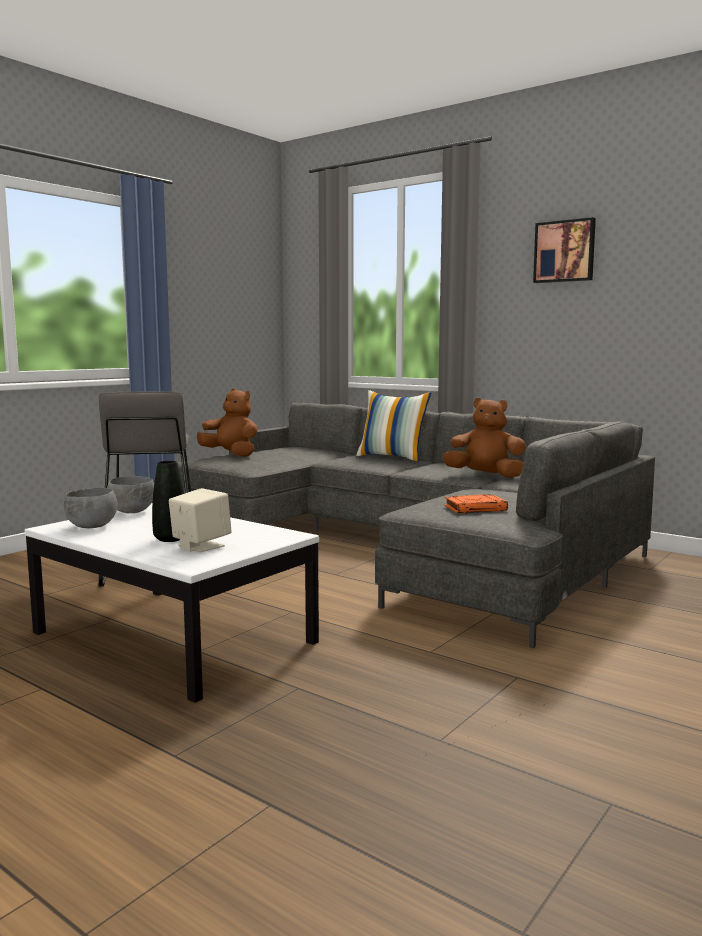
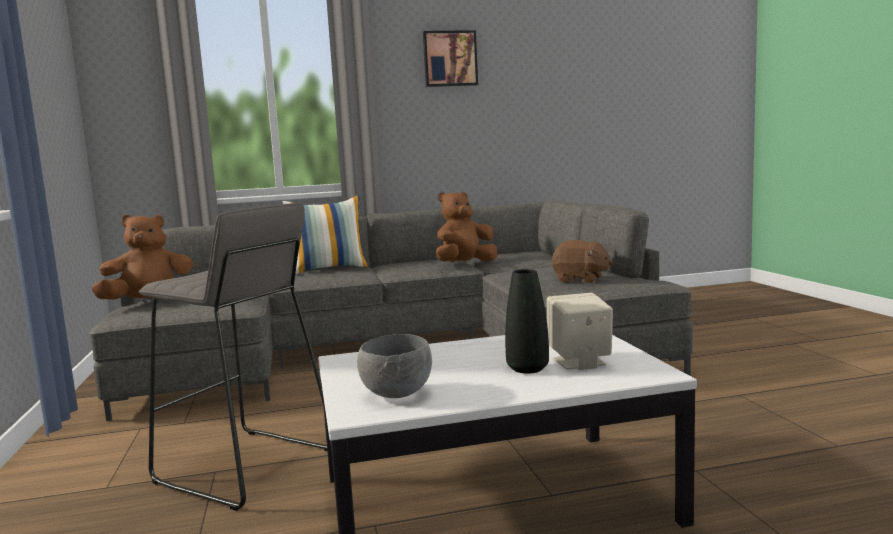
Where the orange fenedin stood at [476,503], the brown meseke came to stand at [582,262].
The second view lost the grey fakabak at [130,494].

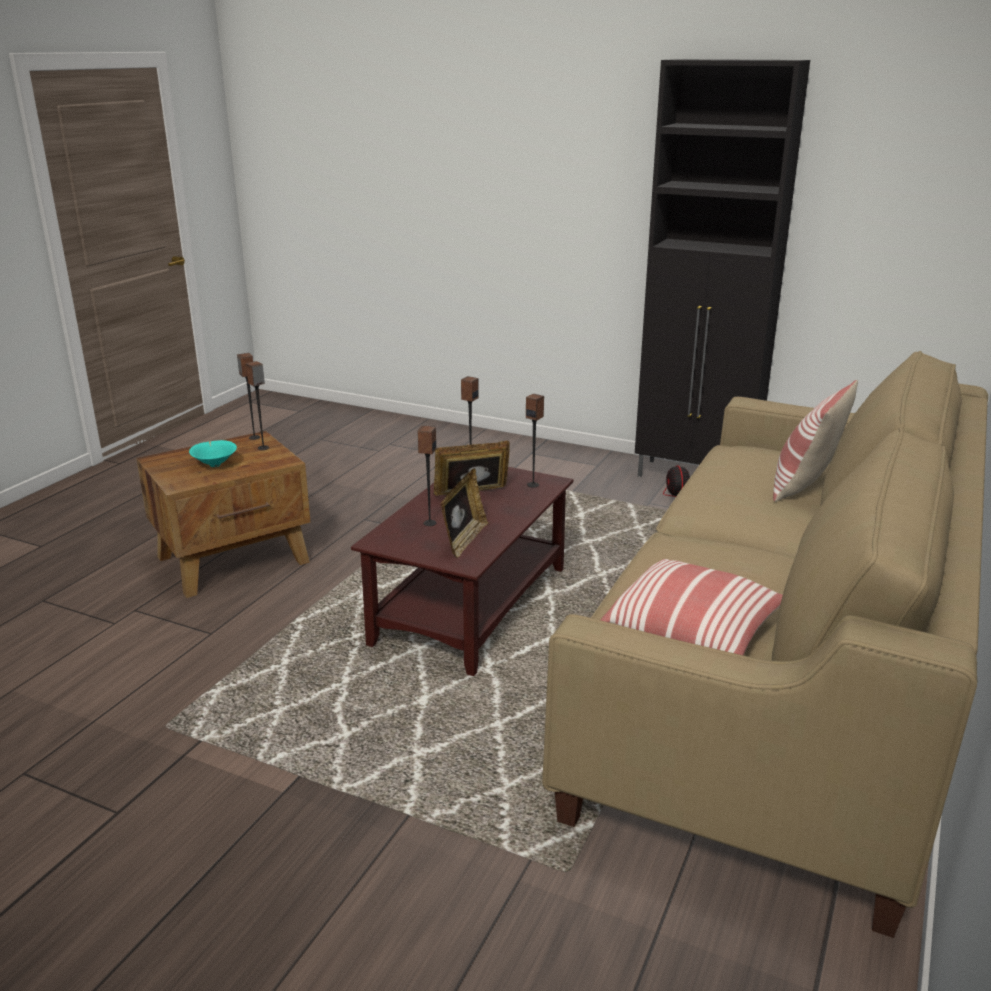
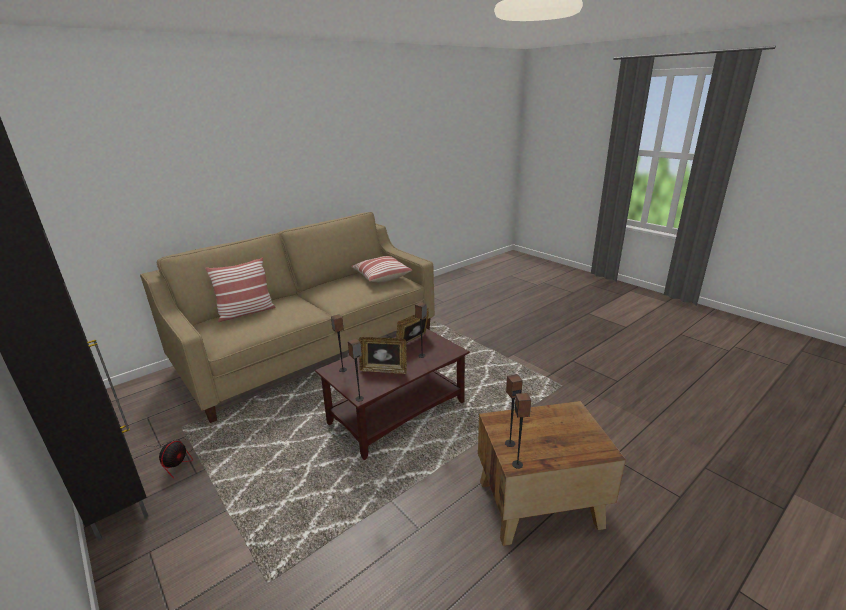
The second view lost the turquoise fakabak at [213,453].

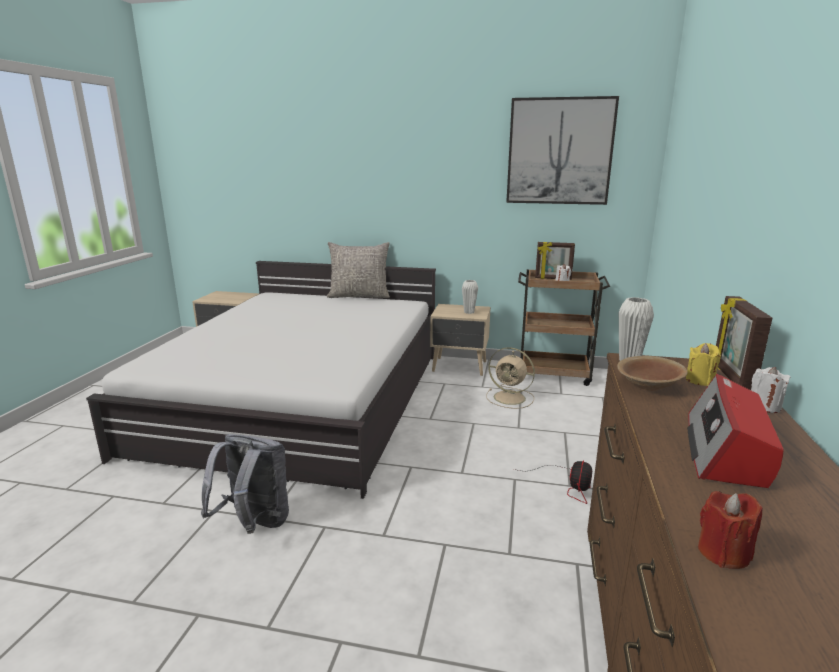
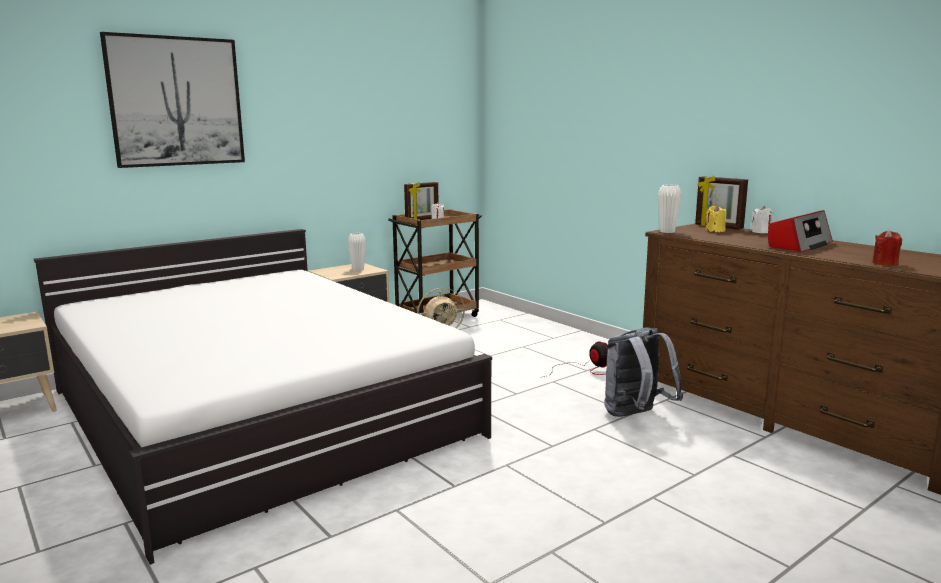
The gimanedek ended up elsewhere, having gone from [562,150] to [172,100].
The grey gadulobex ended up elsewhere, having gone from [245,484] to [643,372].
The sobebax at [735,431] ended up facing another way, 105 degrees counterclockwise from before.
The second view lost the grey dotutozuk at [358,270].
The second view lost the brown fakabak at [652,373].

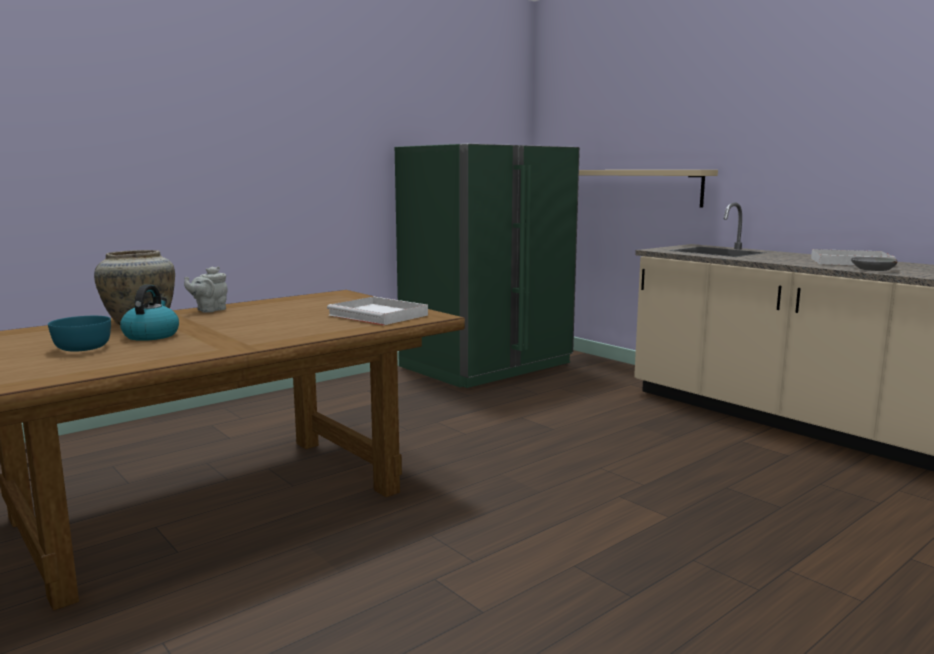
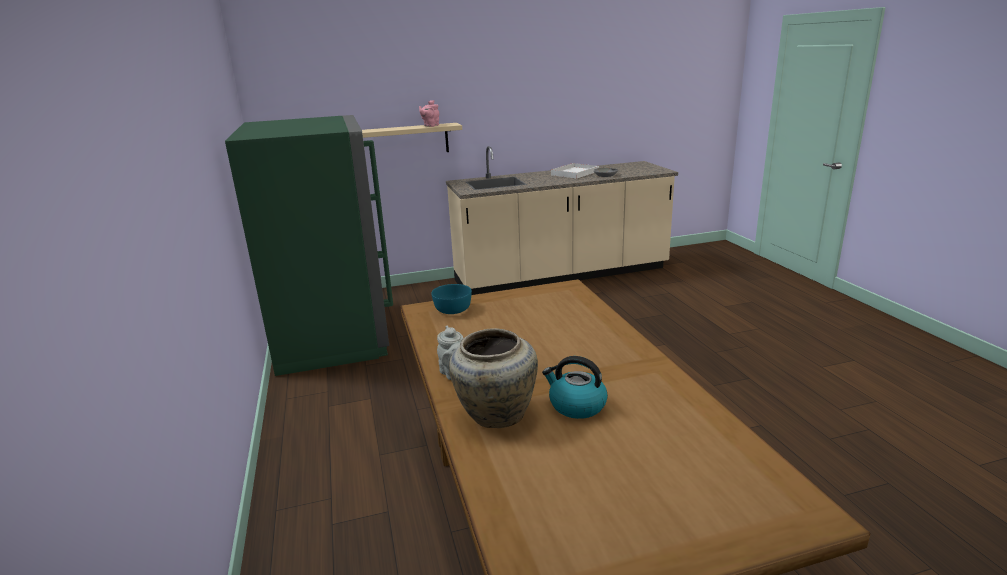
The second view gained the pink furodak at [429,113].
The turquoise fakabak ended up elsewhere, having gone from [79,334] to [451,299].
The second view lost the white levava at [377,311].

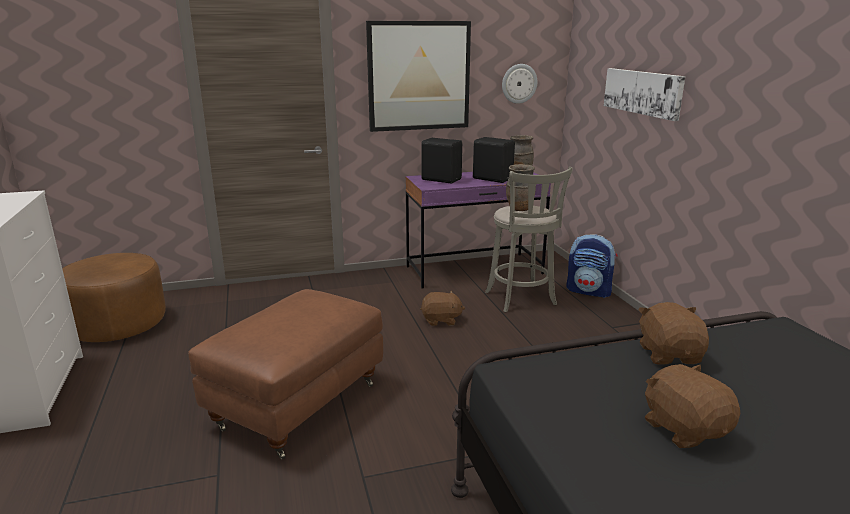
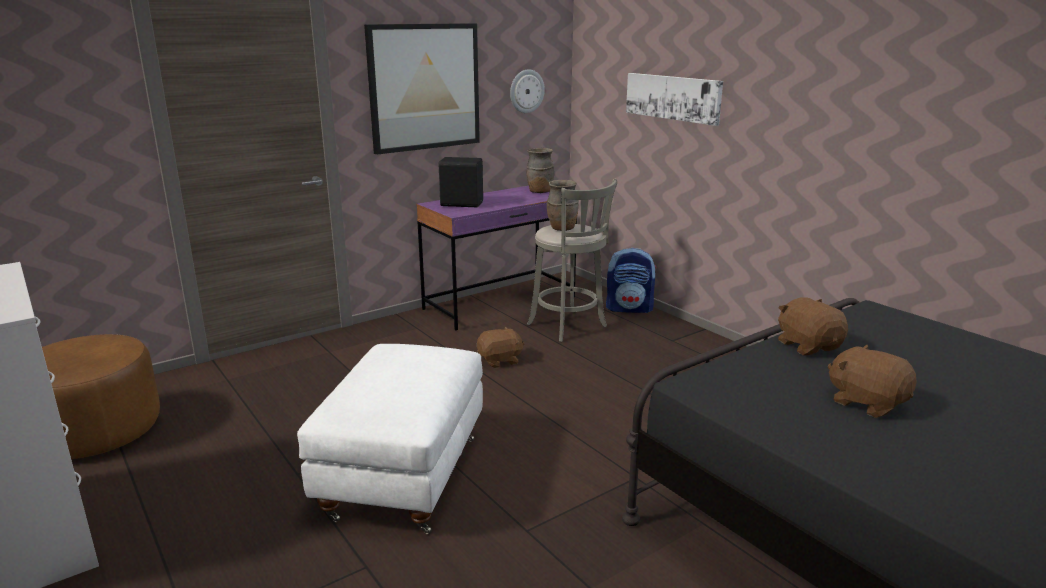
What was the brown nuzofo at [285,374] turned into the white nuzofo at [390,439].
The second view lost the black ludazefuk at [494,160].

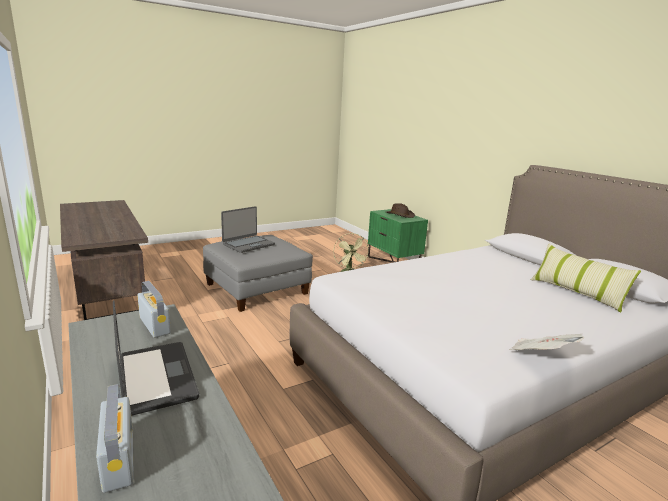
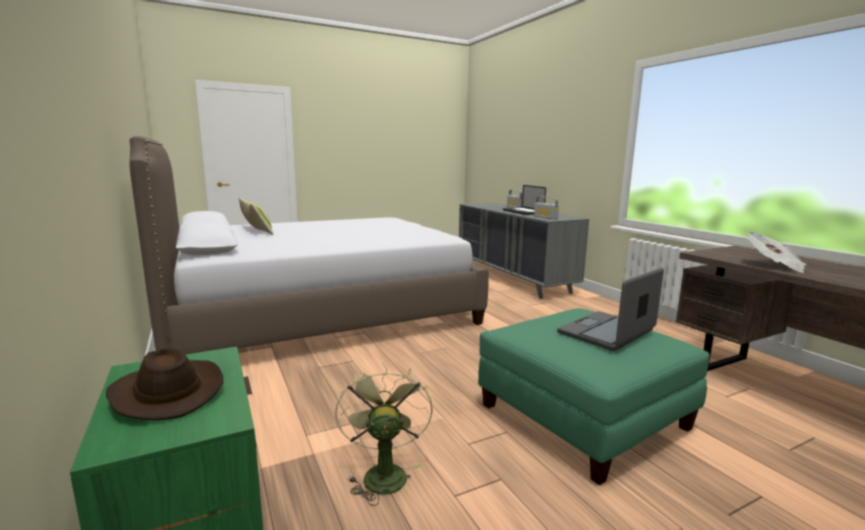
What was the grey nuzofo at [258,273] turned into the green nuzofo at [594,396].
The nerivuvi ended up elsewhere, having gone from [546,342] to [776,252].

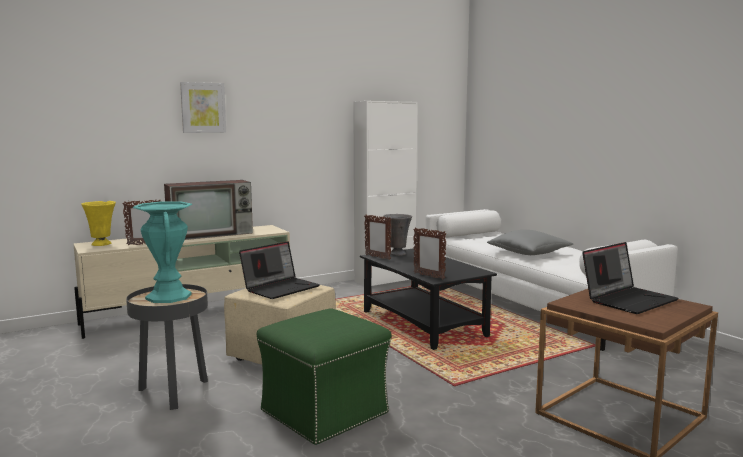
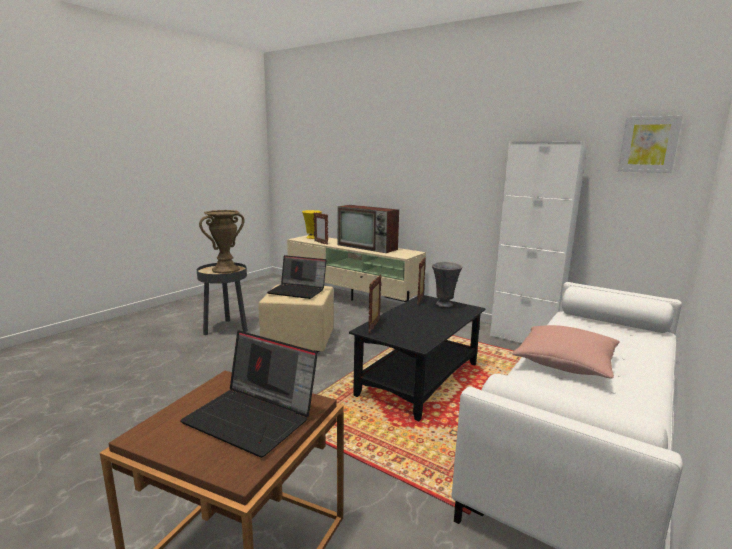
What was the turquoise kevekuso at [162,252] turned into the brown kevekuso at [221,242].
What was the grey dotutozuk at [530,242] turned into the pink dotutozuk at [566,352].
The gimanedek ended up elsewhere, having gone from [203,107] to [650,144].
The second view lost the green nuzofo at [324,377].

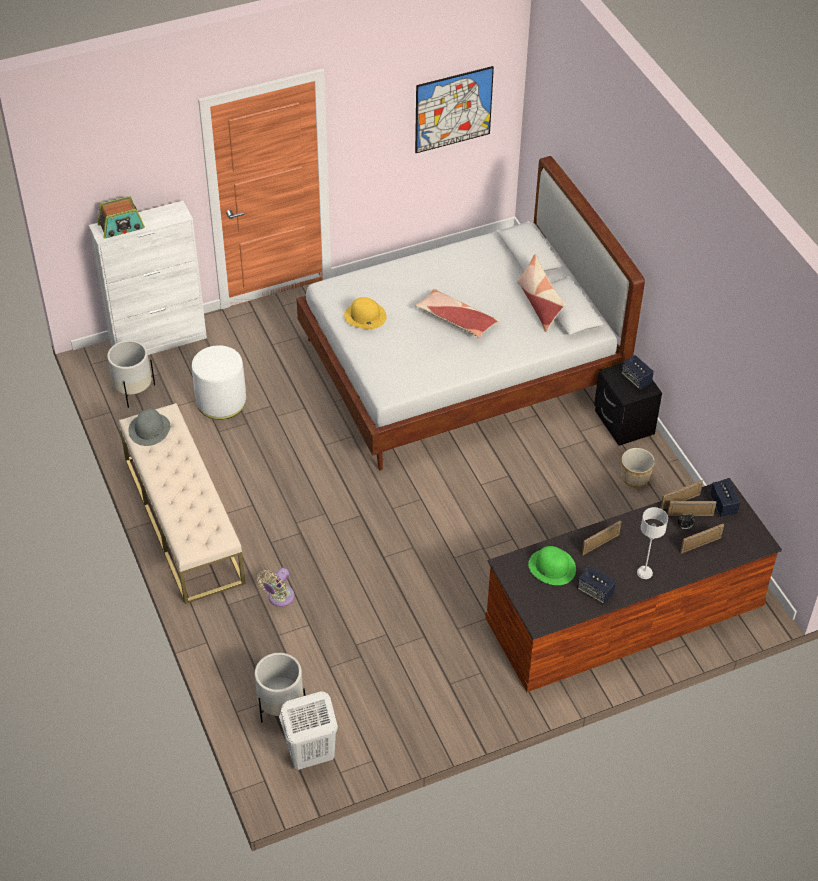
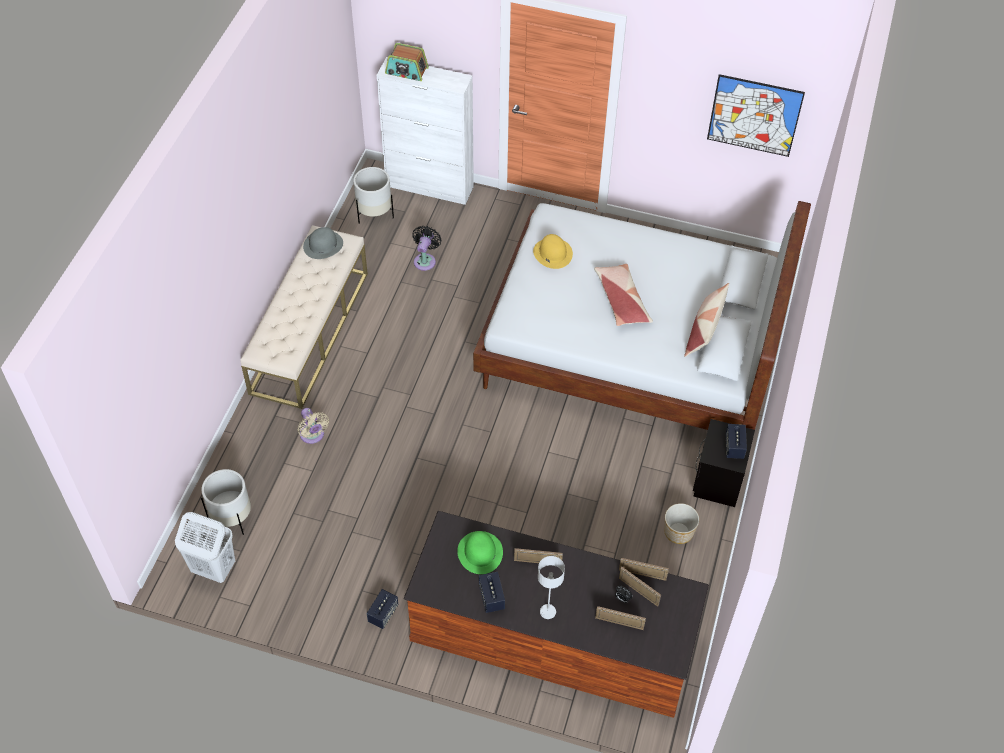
The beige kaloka at [275,587] ended up facing another way, 105 degrees counterclockwise from before.
The ludazefuk ended up elsewhere, having gone from [725,498] to [382,609].
Where the white nuzofo stood at [219,382], the black kaloka came to stand at [426,248].

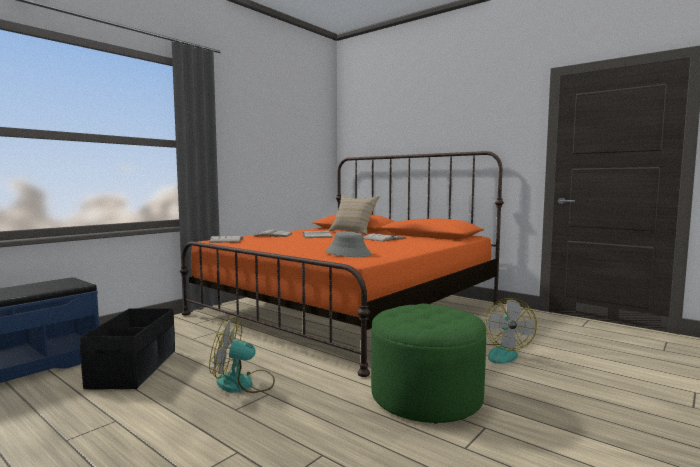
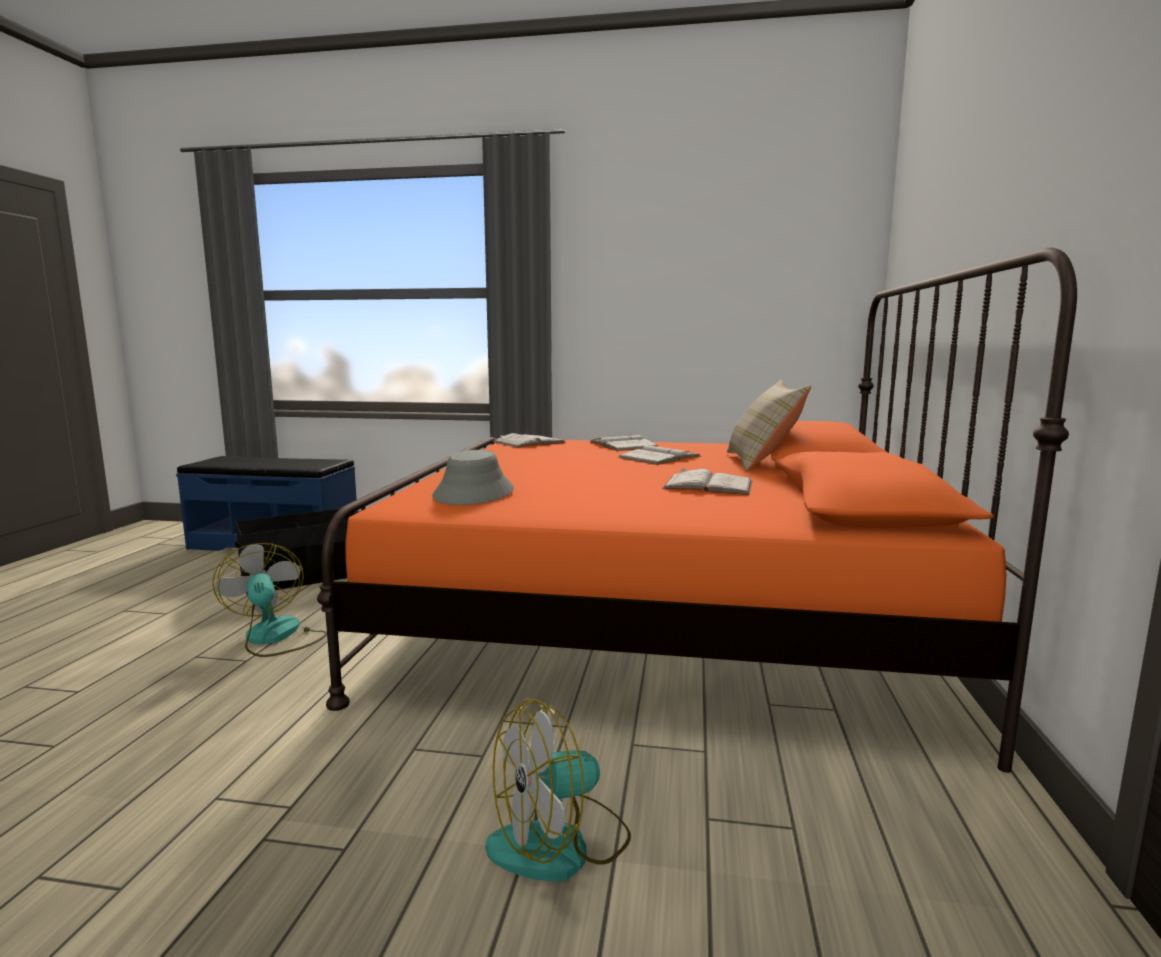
The second view lost the green nuzofo at [428,364].

